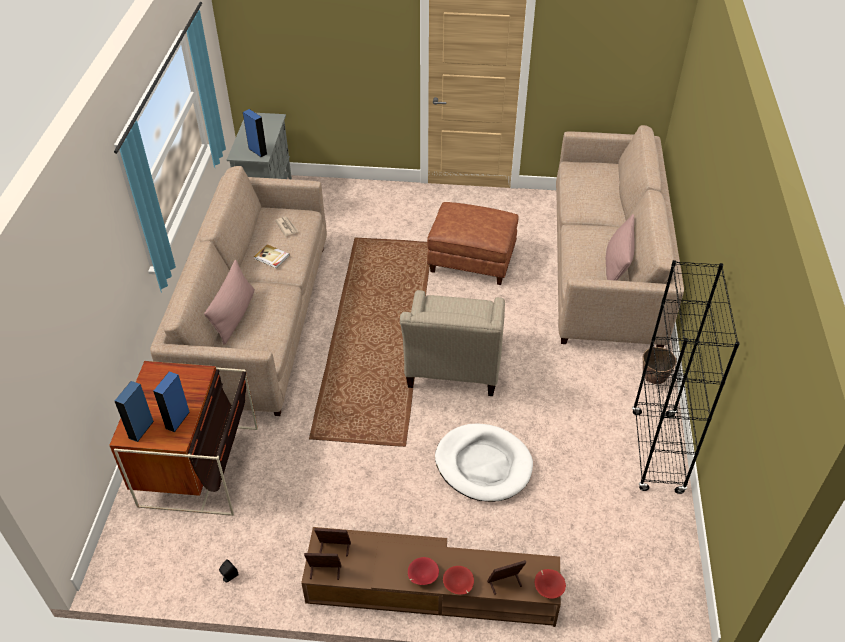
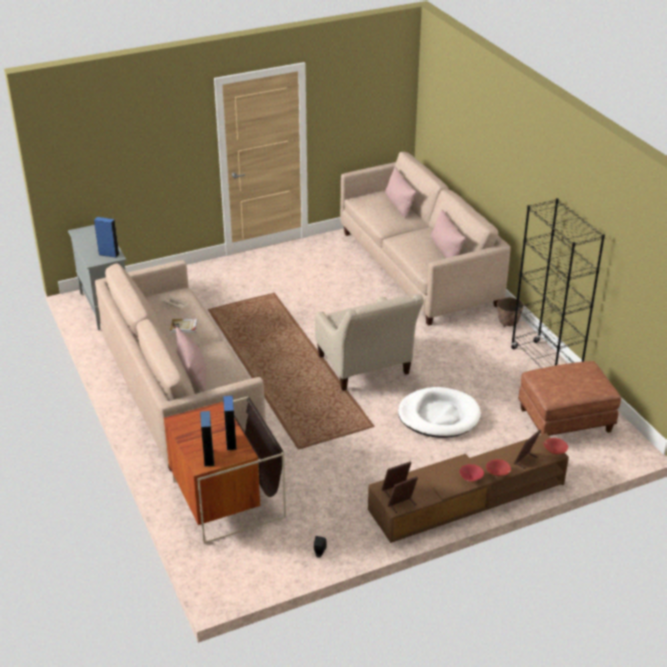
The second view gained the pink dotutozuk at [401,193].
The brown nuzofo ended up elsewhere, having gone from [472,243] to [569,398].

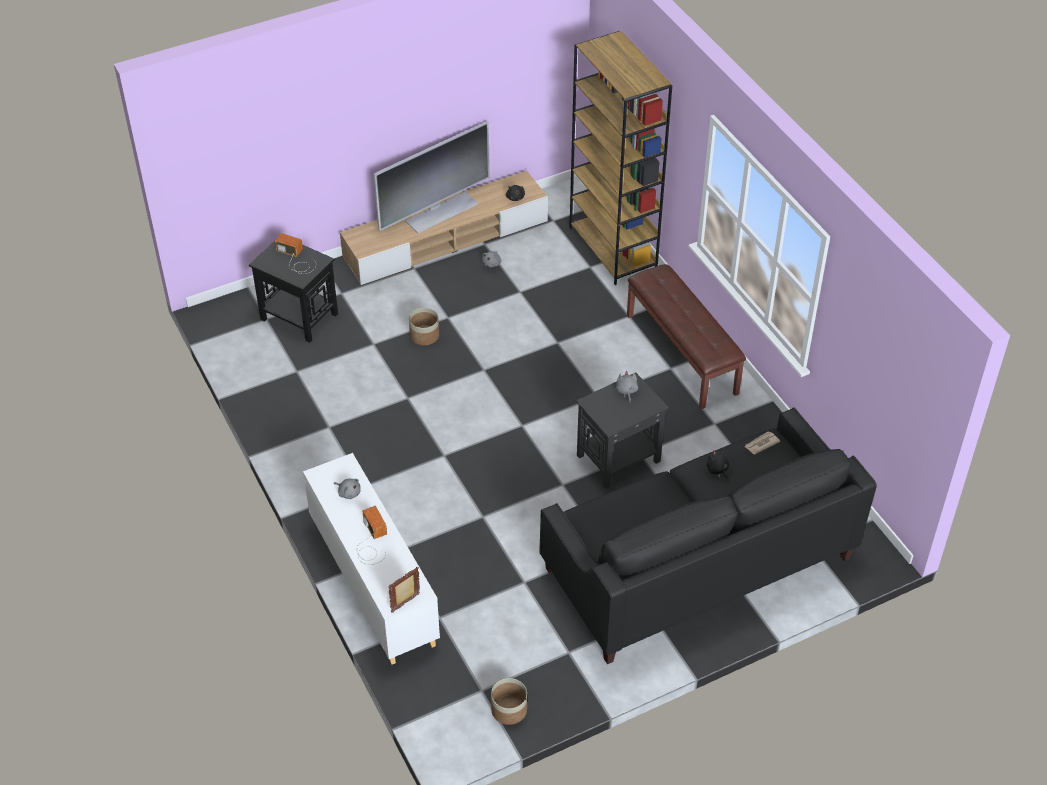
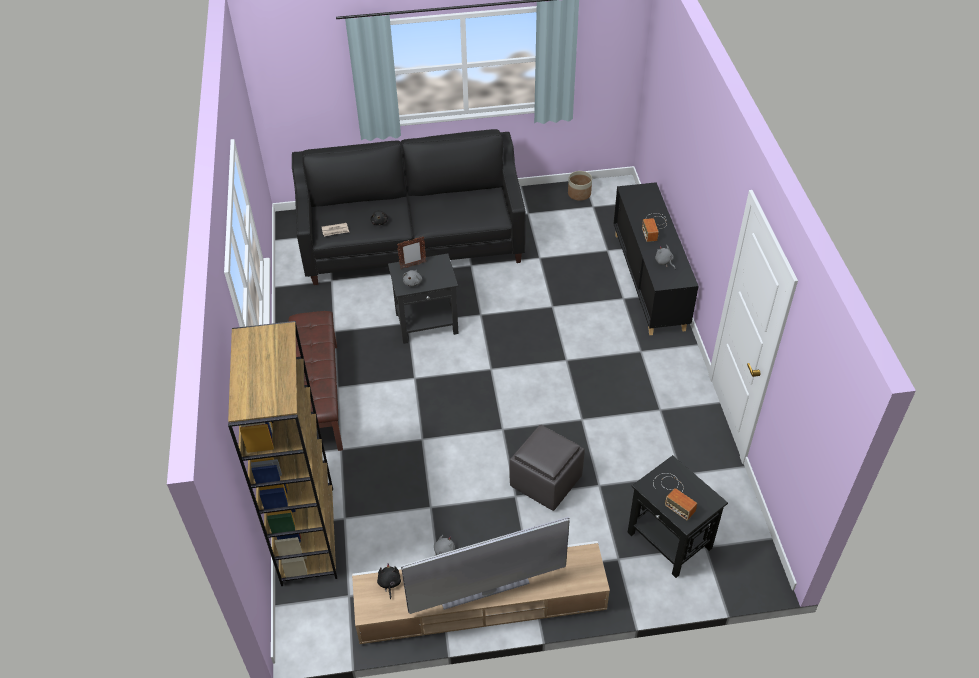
The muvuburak ended up elsewhere, having gone from [404,590] to [411,252].
Where the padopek stood at [424,326], the grey nuzofo came to stand at [547,468].
What was the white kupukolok at [371,558] turned into the black kupukolok at [656,258].

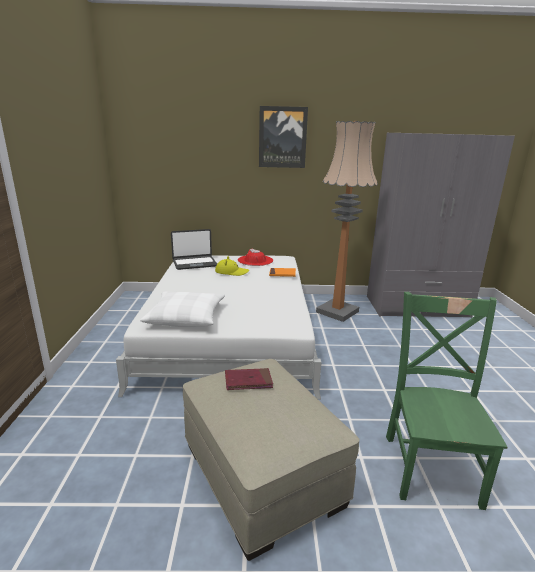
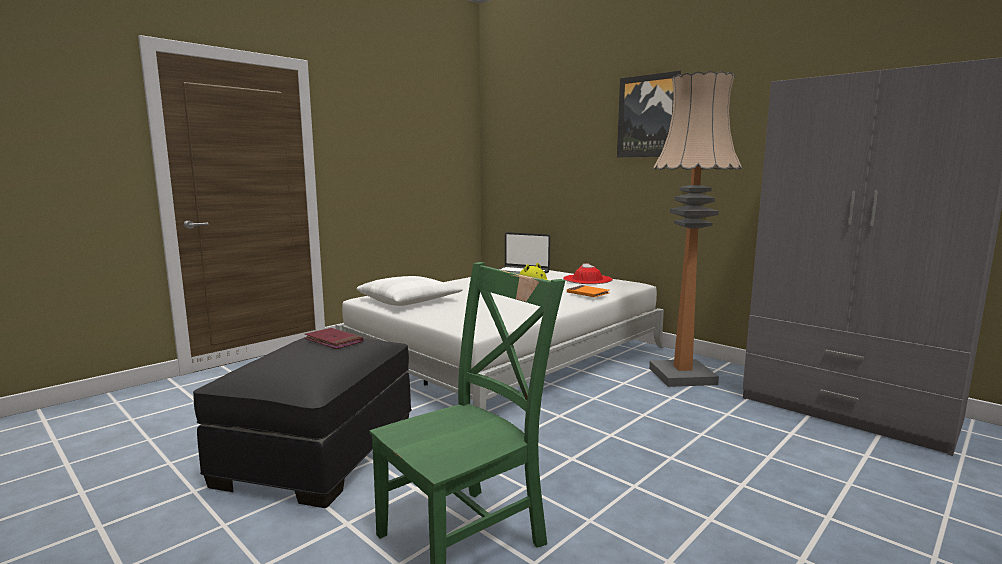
What was the beige nuzofo at [271,460] turned into the black nuzofo at [302,422].

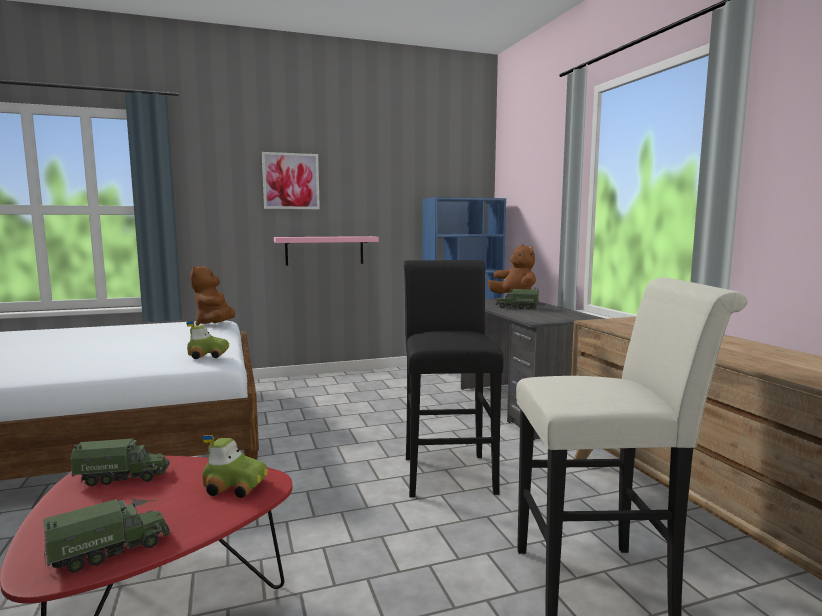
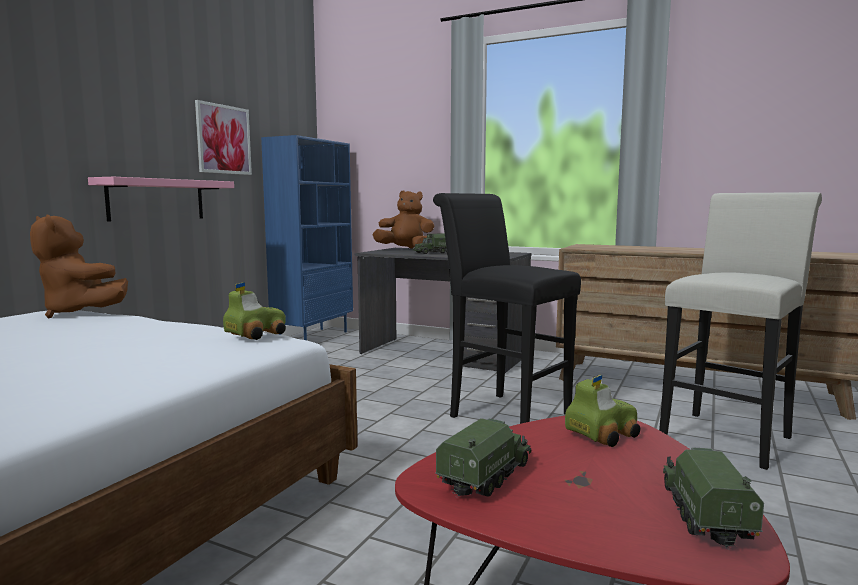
The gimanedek ended up elsewhere, having gone from [291,180] to [223,137].

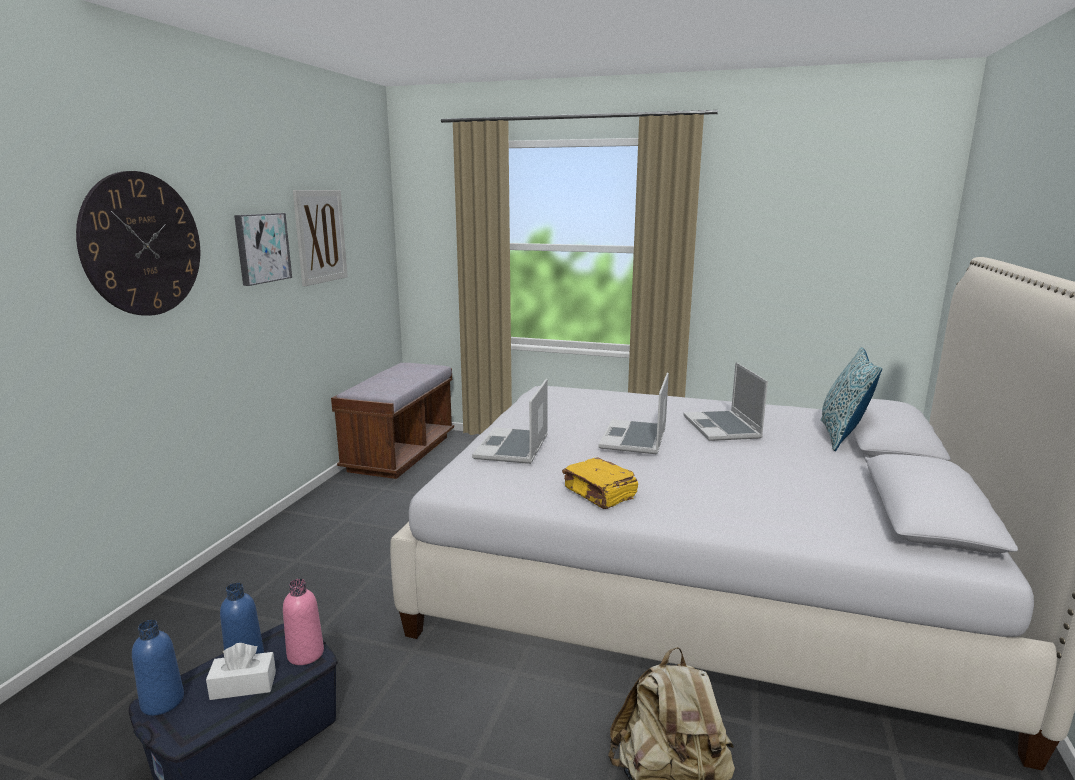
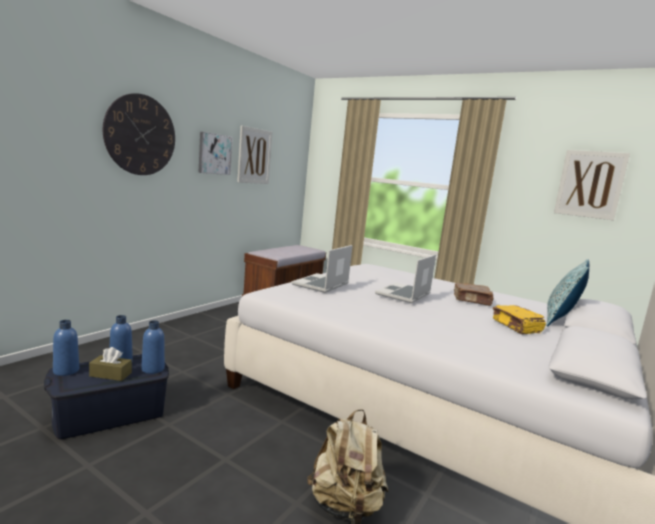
What was the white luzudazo at [241,671] turned into the brown luzudazo at [110,364].
What was the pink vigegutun at [303,622] turned into the blue vigegutun at [153,347].
Where the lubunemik stood at [725,401], the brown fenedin came to stand at [474,294].
The yellow fenedin ended up elsewhere, having gone from [600,483] to [519,319].
The second view gained the gimanedek at [592,185].

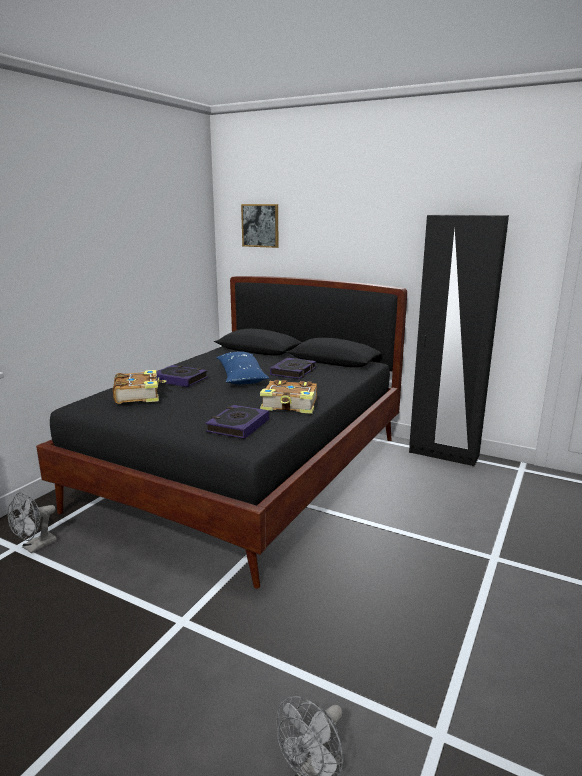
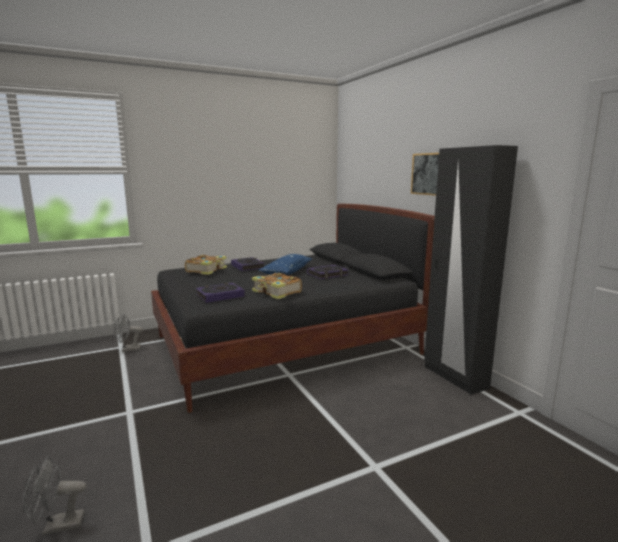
The gimanedek ended up elsewhere, having gone from [259,226] to [425,174].

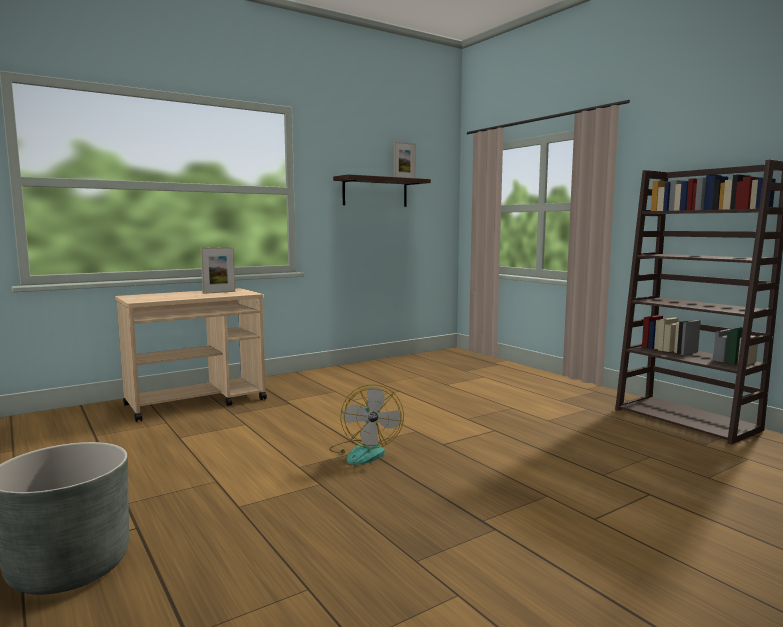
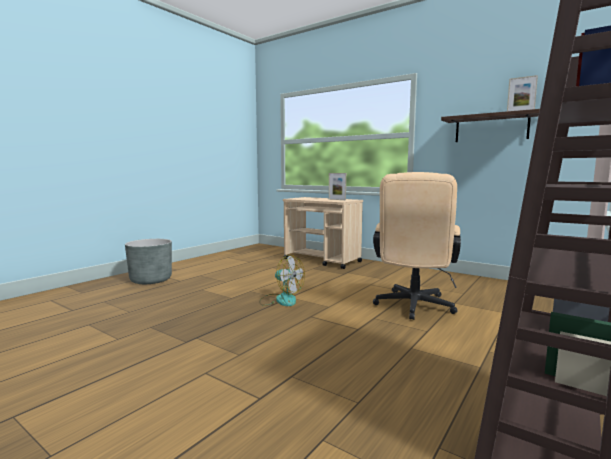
The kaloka at [366,424] ended up facing another way, 120 degrees counterclockwise from before.
The second view gained the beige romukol at [417,246].

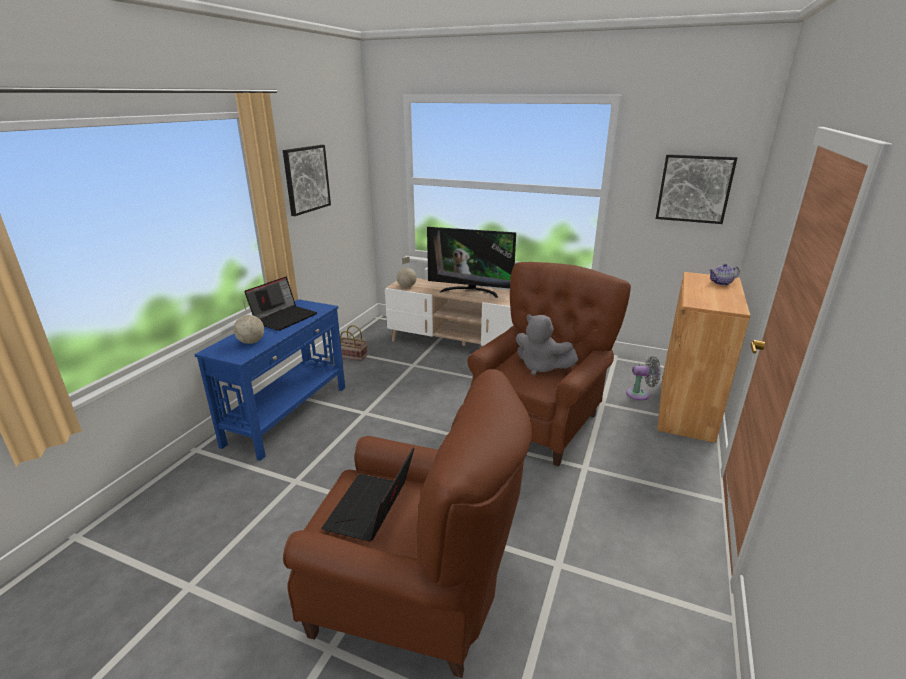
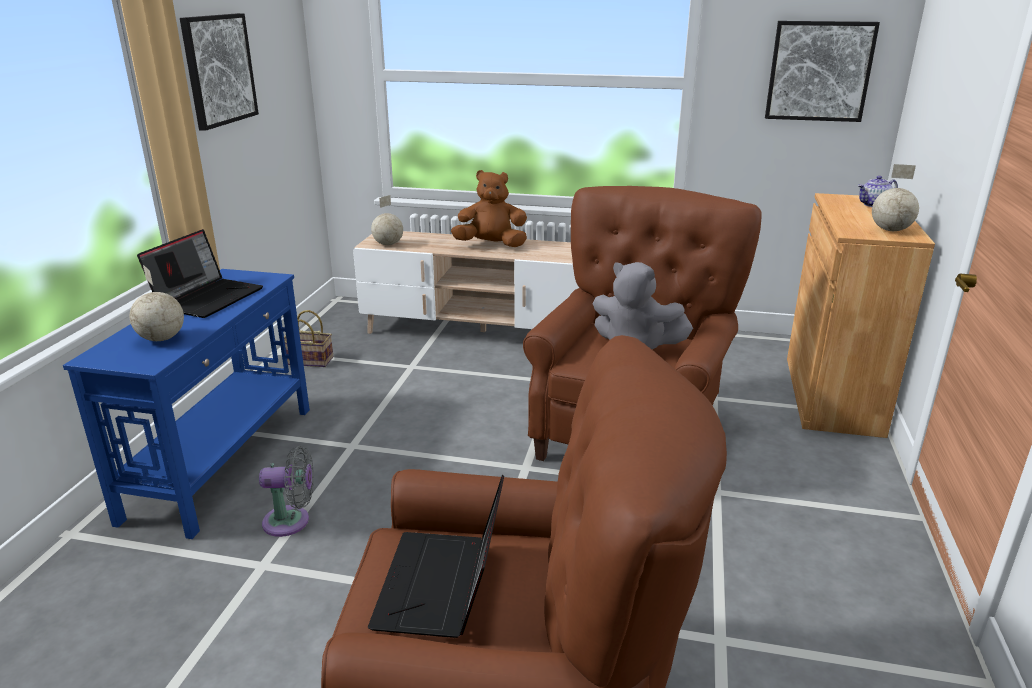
The grey kaloka ended up elsewhere, having gone from [643,378] to [286,491].
Where the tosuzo stood at [471,262], the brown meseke came to stand at [489,208].
The second view gained the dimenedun at [895,197].

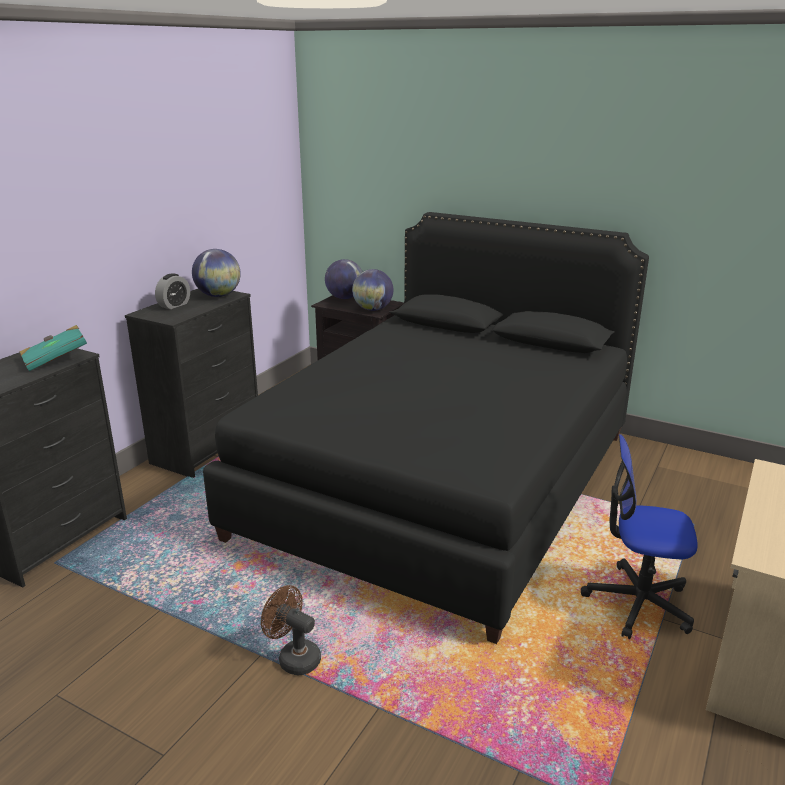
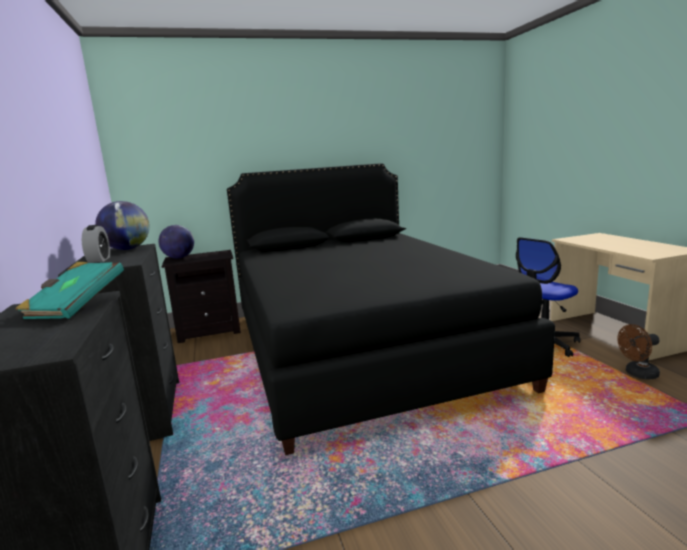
The brown kaloka ended up elsewhere, having gone from [291,630] to [639,352].
The second view lost the dimenedun at [372,290].

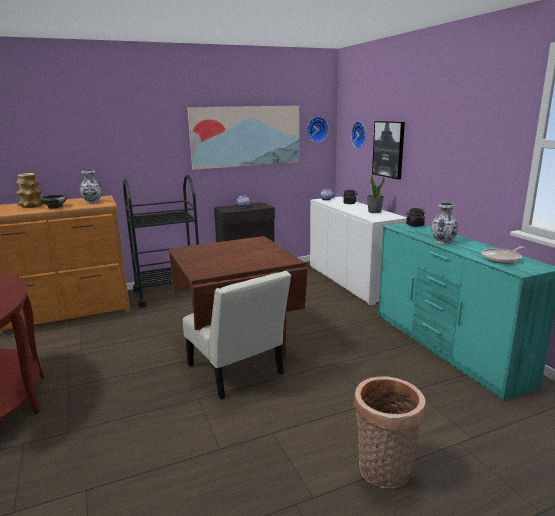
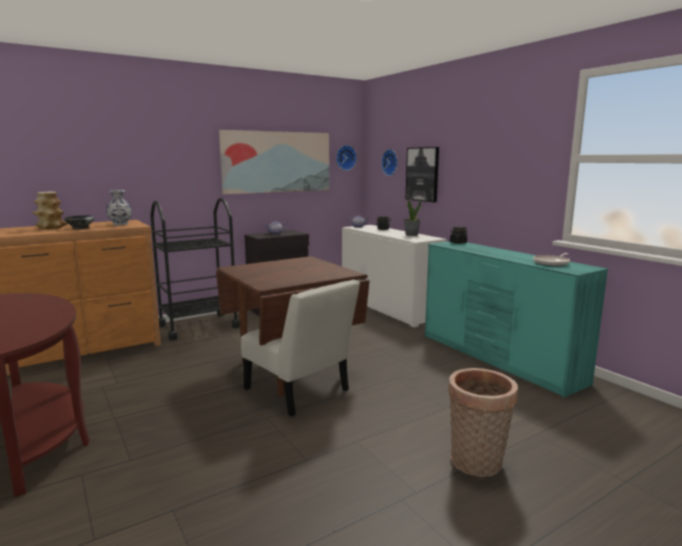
The second view lost the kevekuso at [445,223].

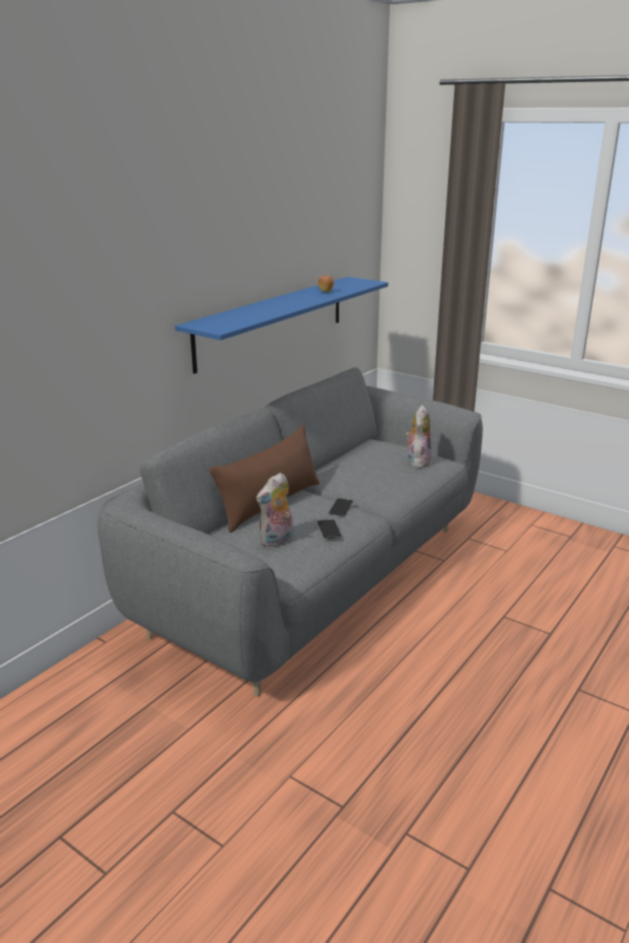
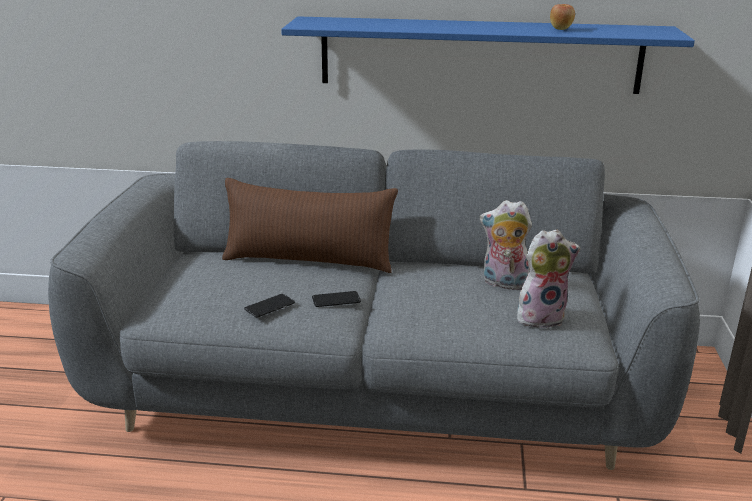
The meseke ended up elsewhere, having gone from [275,510] to [506,245].

